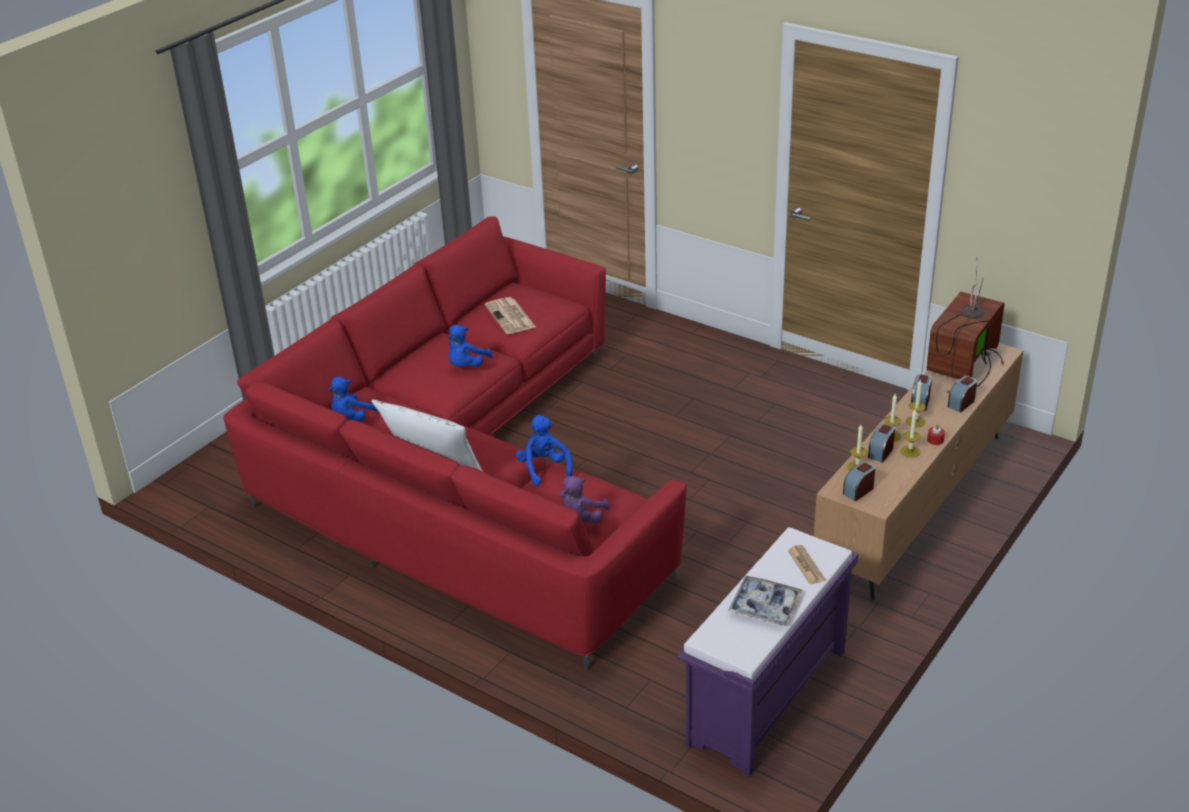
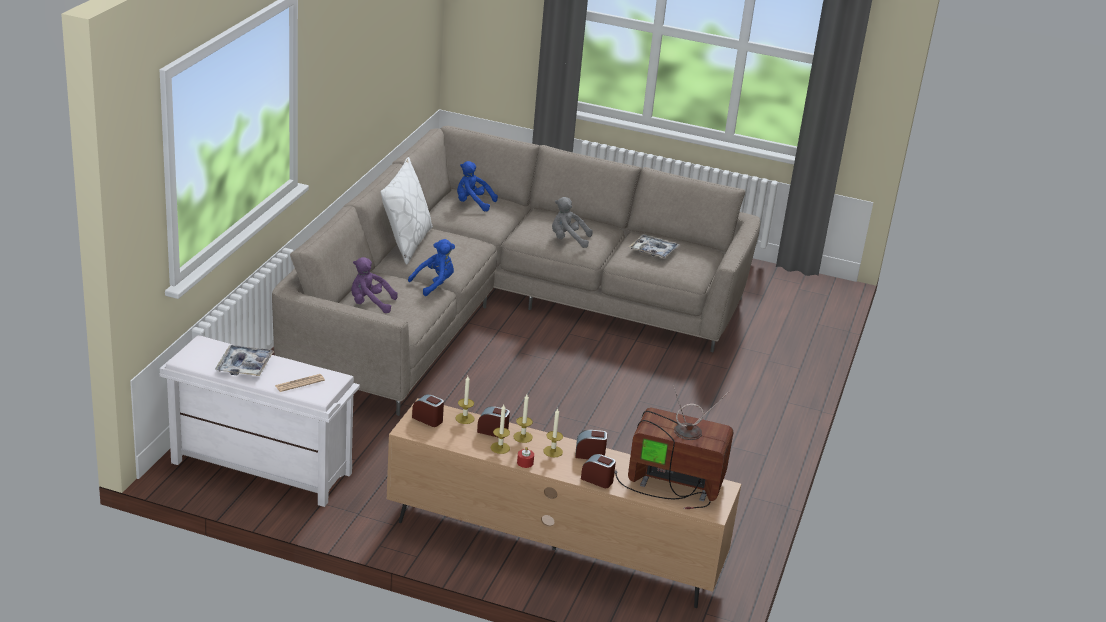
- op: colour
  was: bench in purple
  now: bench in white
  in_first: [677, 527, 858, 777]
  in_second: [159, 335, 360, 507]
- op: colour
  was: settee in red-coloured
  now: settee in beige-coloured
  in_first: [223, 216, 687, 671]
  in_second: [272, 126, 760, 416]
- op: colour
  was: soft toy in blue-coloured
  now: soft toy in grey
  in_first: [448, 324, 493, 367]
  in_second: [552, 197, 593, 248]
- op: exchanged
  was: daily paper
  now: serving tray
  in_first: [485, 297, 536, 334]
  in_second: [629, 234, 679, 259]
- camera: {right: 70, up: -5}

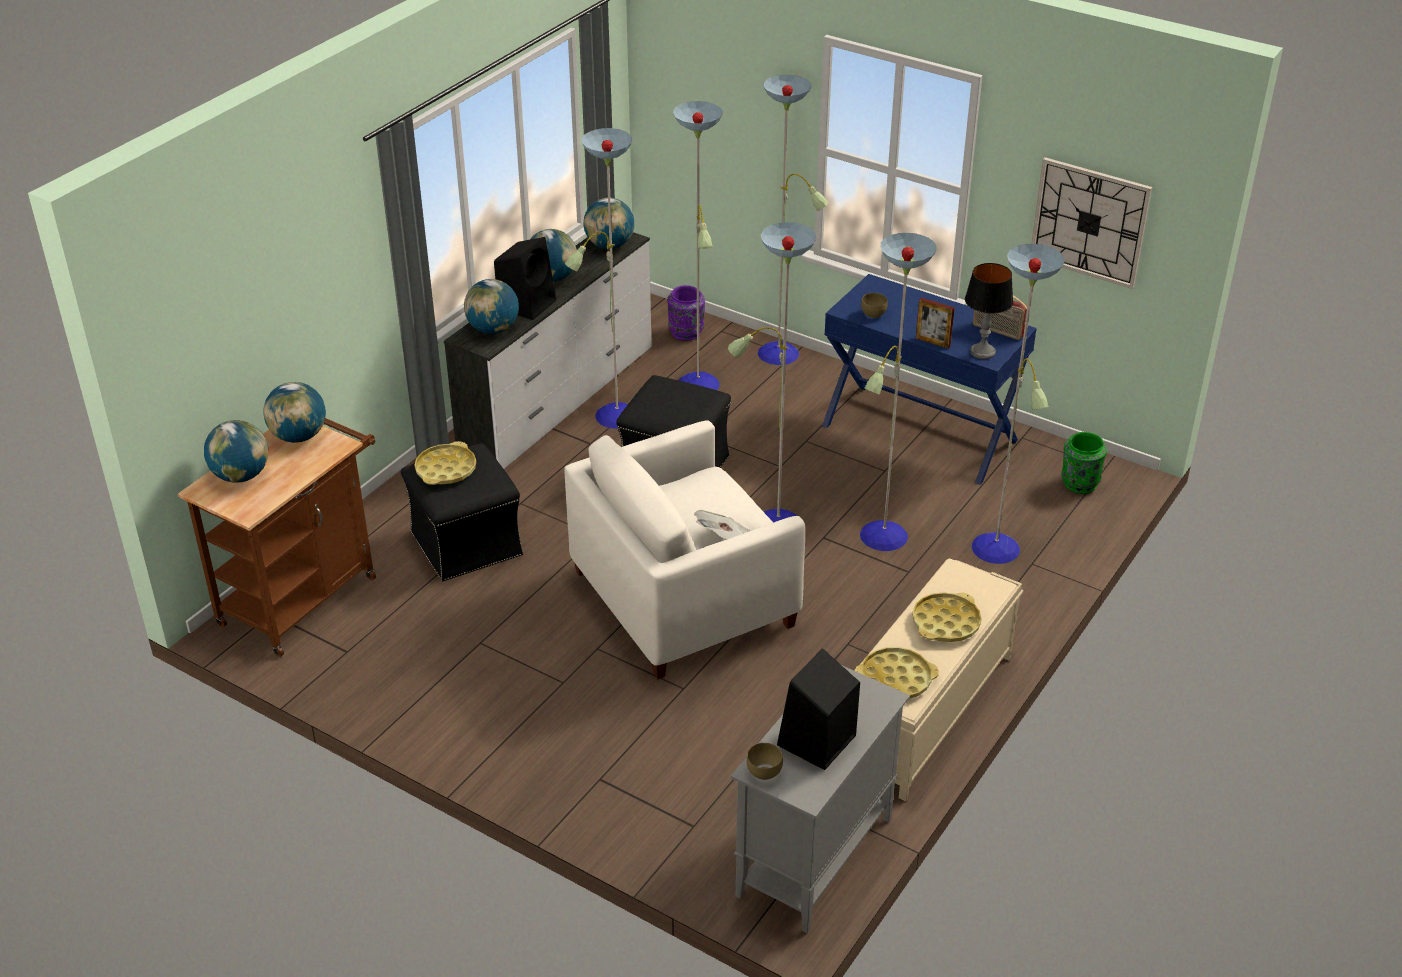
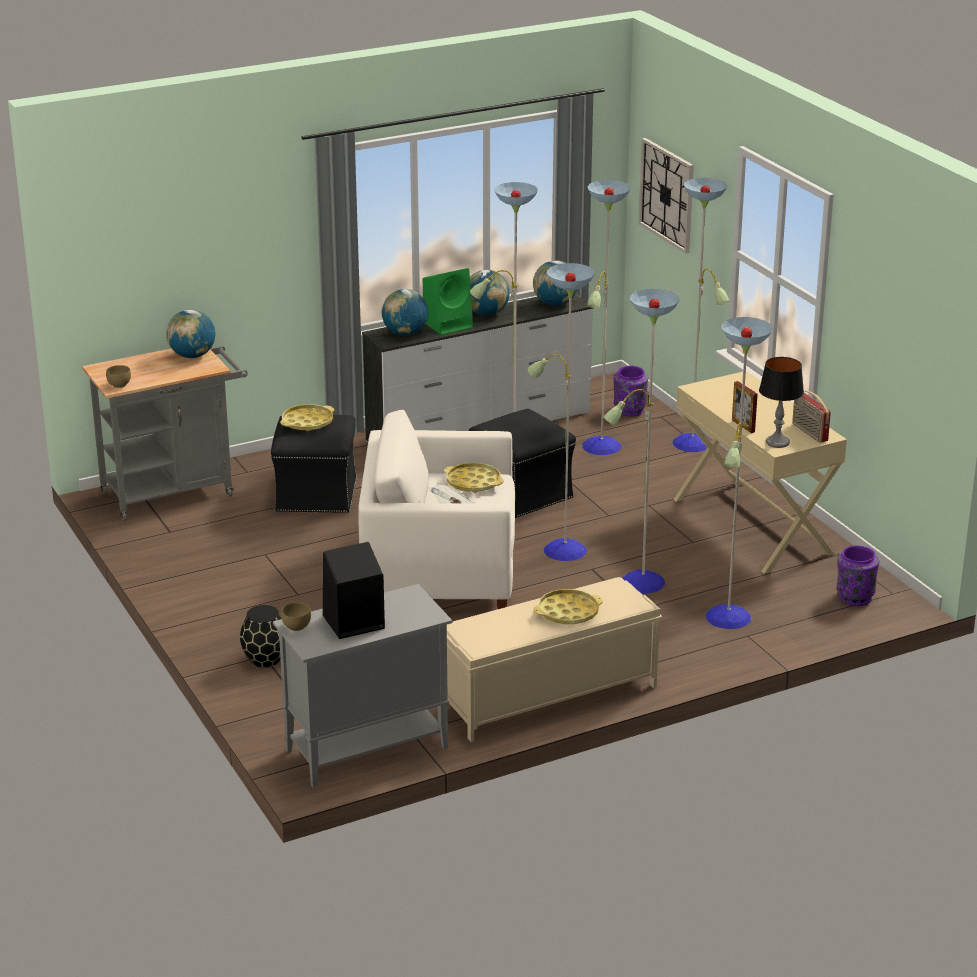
- op: colour
  was: cart in brown-coloured
  now: cart in grey
  in_first: [178, 418, 376, 657]
  in_second: [82, 346, 248, 521]
- op: relocated
  was: serving bowl in brown-coloured
  in_first: [861, 293, 888, 318]
  in_second: [106, 365, 131, 388]
- op: appeared
  now: flower vase in black
  in_second: [240, 605, 282, 668]
- op: colour
  was: audio speaker in black
  now: audio speaker in green-coloured
  in_first: [494, 237, 556, 320]
  in_second: [423, 268, 473, 335]
- op: relocated
  was: serving tray in yellow
  in_first: [855, 647, 939, 699]
  in_second: [444, 463, 504, 493]
- op: relocated
  was: clock on the wall
  in_first: [1031, 157, 1152, 289]
  in_second: [639, 138, 694, 253]
- op: colour
  was: desk table in blue-coloured
  now: desk table in beige-coloured
  in_first: [822, 274, 1037, 485]
  in_second: [673, 371, 847, 574]
- op: colour
  was: flower vase in green-coloured
  now: flower vase in purple
  in_first: [1061, 432, 1107, 494]
  in_second: [837, 545, 879, 606]
- op: missing
  was: desk globe
  in_first: [204, 420, 268, 483]
- camera: {right: 30, up: -10}

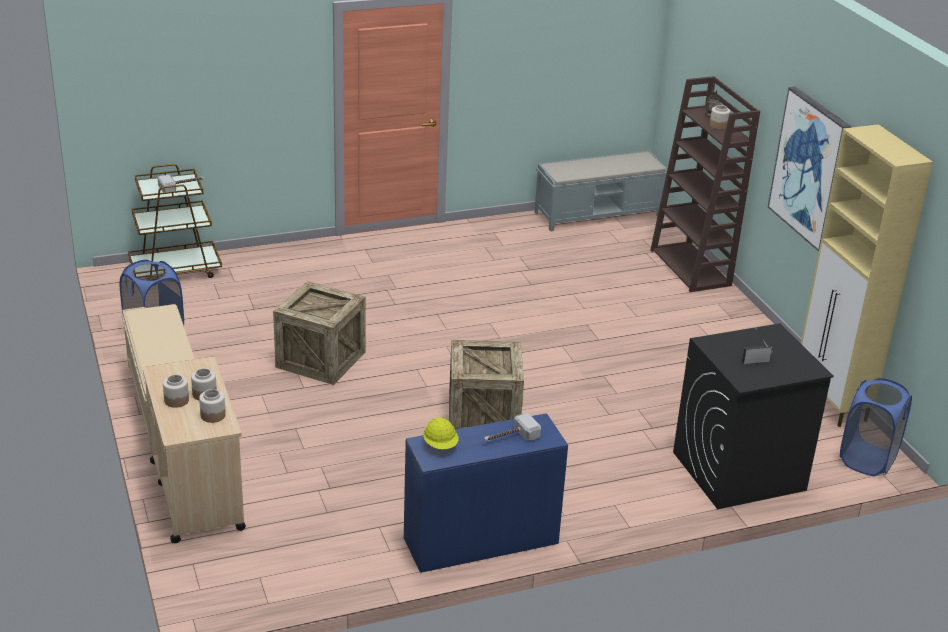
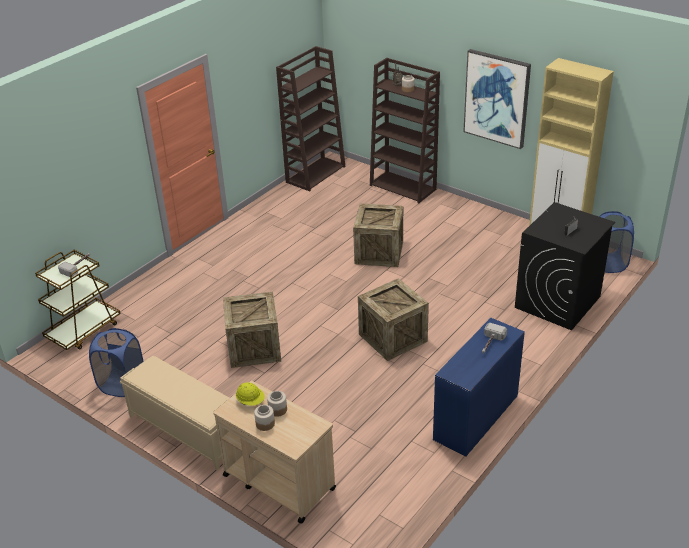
- op: relocated
  was: hard hat in yellow
  in_first: [423, 417, 458, 449]
  in_second: [236, 382, 265, 406]
- op: exchanged
  was: bench in grey
  now: bookcase in brown-coloured
  in_first: [535, 151, 667, 231]
  in_second: [276, 46, 346, 192]
- op: appeared
  now: crate
  in_second: [353, 203, 403, 267]
- op: missing
  was: storage jar
  in_first: [199, 389, 226, 423]
- camera: {right: -30, up: 5}

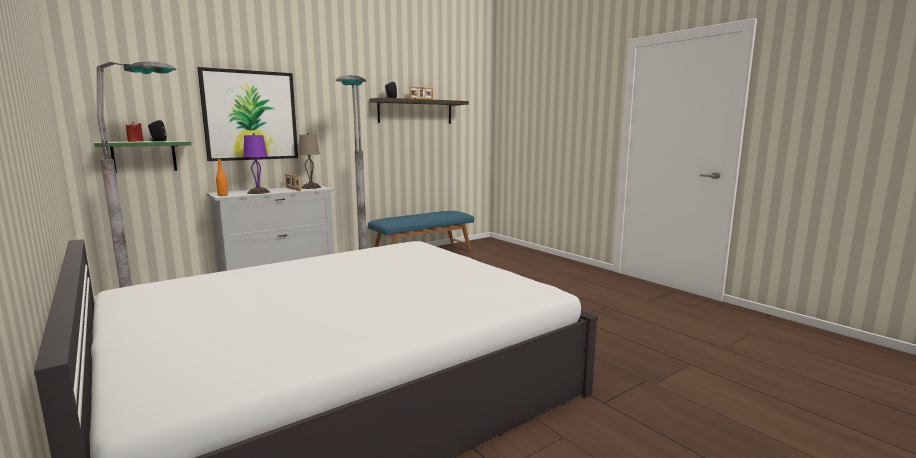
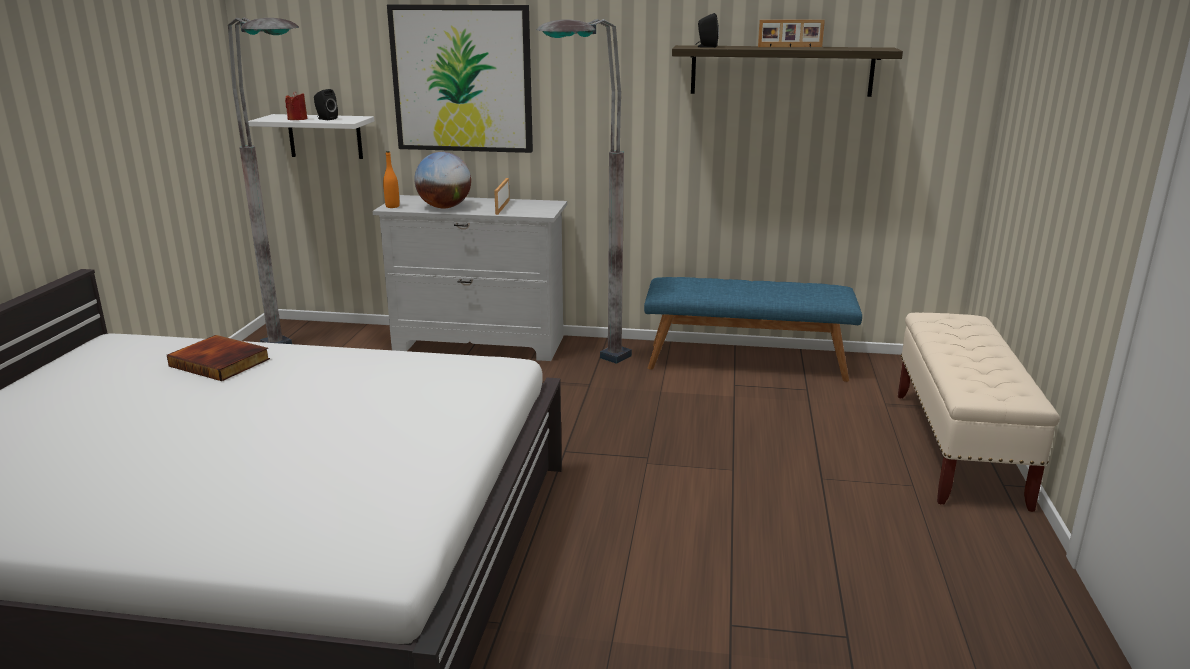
- op: appeared
  now: bound book
  in_second: [167, 335, 270, 381]
- op: colour
  was: shelf in green-coloured
  now: shelf in white
  in_first: [94, 141, 192, 173]
  in_second: [248, 114, 374, 159]
- op: exchanged
  was: table lamp in purple
  now: desk globe
  in_first: [243, 133, 270, 194]
  in_second: [414, 152, 471, 208]
- op: appeared
  now: bench in beige-coloured
  in_second: [898, 313, 1060, 512]
- op: missing
  was: table lamp in beige-coloured
  in_first: [298, 133, 321, 189]
- camera: {right: 45, up: 10}

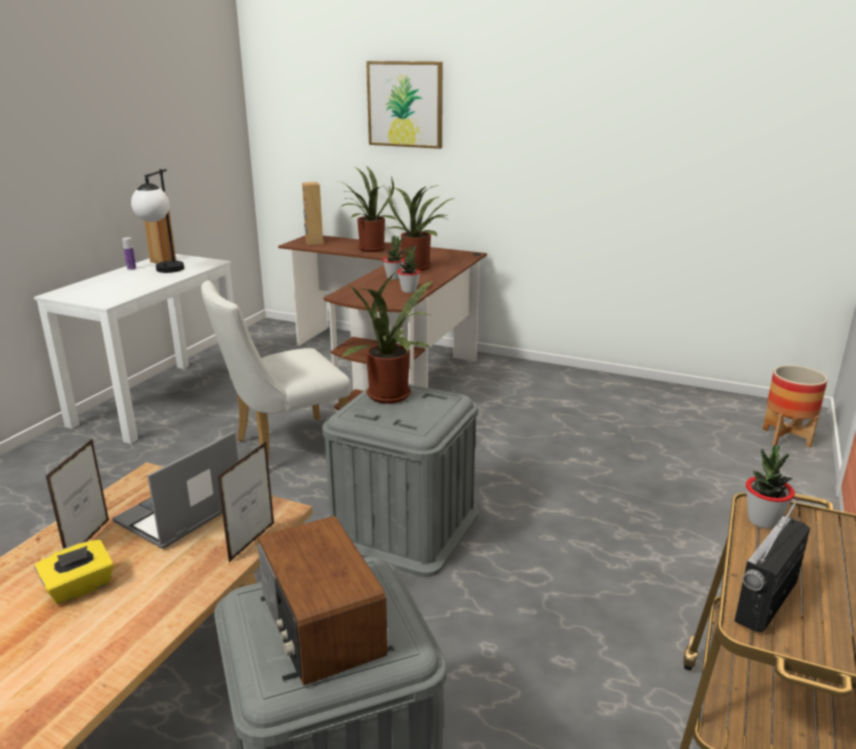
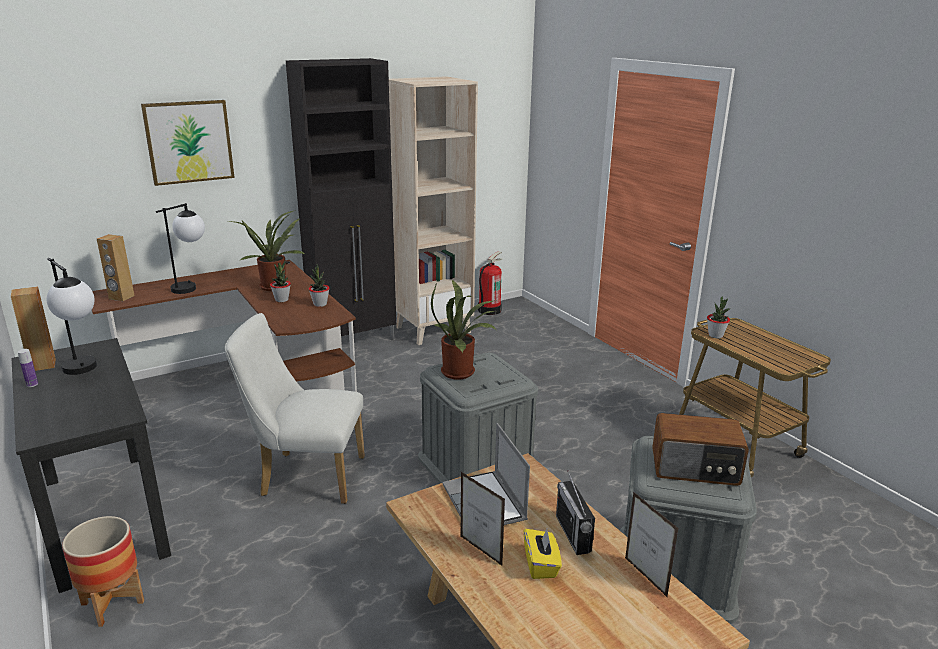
- op: colour
  was: desk table in white
  now: desk table in black
  in_first: [34, 254, 234, 444]
  in_second: [11, 338, 171, 593]
- op: relocated
  was: flower pot
  in_first: [763, 365, 828, 448]
  in_second: [62, 516, 144, 627]
- op: exchanged
  was: potted plant
  now: table lamp
  in_first: [338, 167, 396, 252]
  in_second: [156, 203, 205, 294]
- op: spun
  was: plain chair in white
  in_first: [201, 280, 351, 465]
  in_second: [225, 313, 365, 504]
  clockwise: 90
- op: appeared
  now: storage cabinet in black
  in_second: [286, 58, 396, 341]
- op: appeared
  now: bookcase in beige-coloured
  in_second: [389, 76, 478, 345]
- op: appeared
  now: fire-fighting cylinder
  in_second: [478, 251, 502, 315]
- op: relocated
  was: radio set
  in_first: [735, 498, 810, 632]
  in_second: [556, 470, 595, 555]
- op: relocated
  was: standing frame
  in_first: [218, 442, 274, 562]
  in_second: [625, 492, 678, 597]
- camera: {right: -55, up: 0}

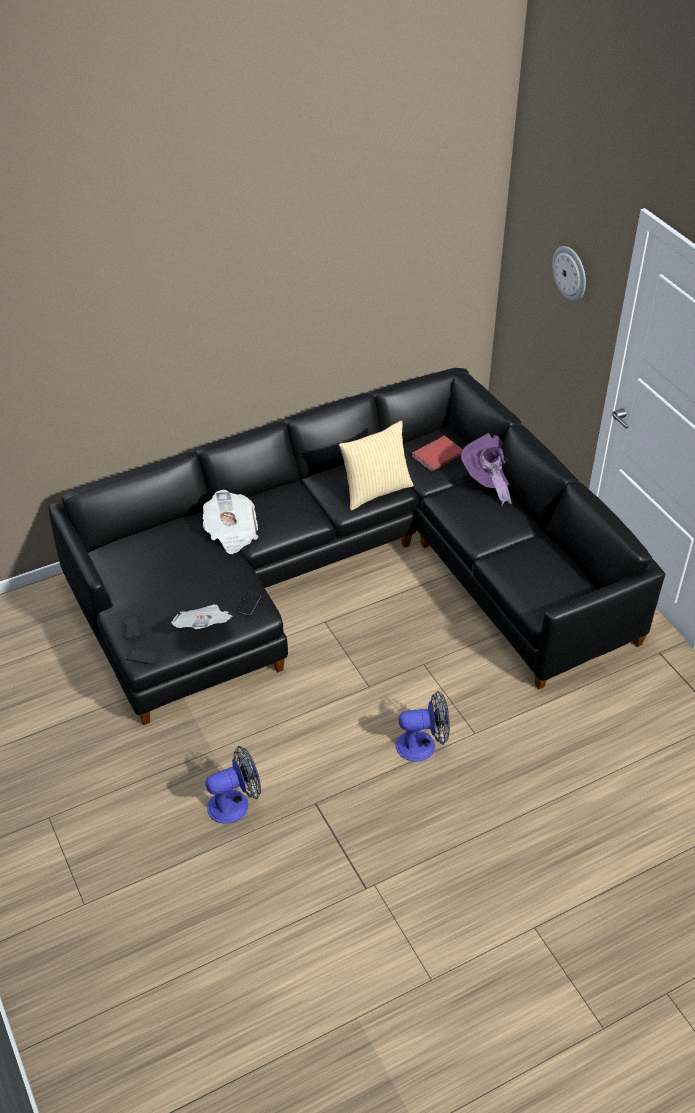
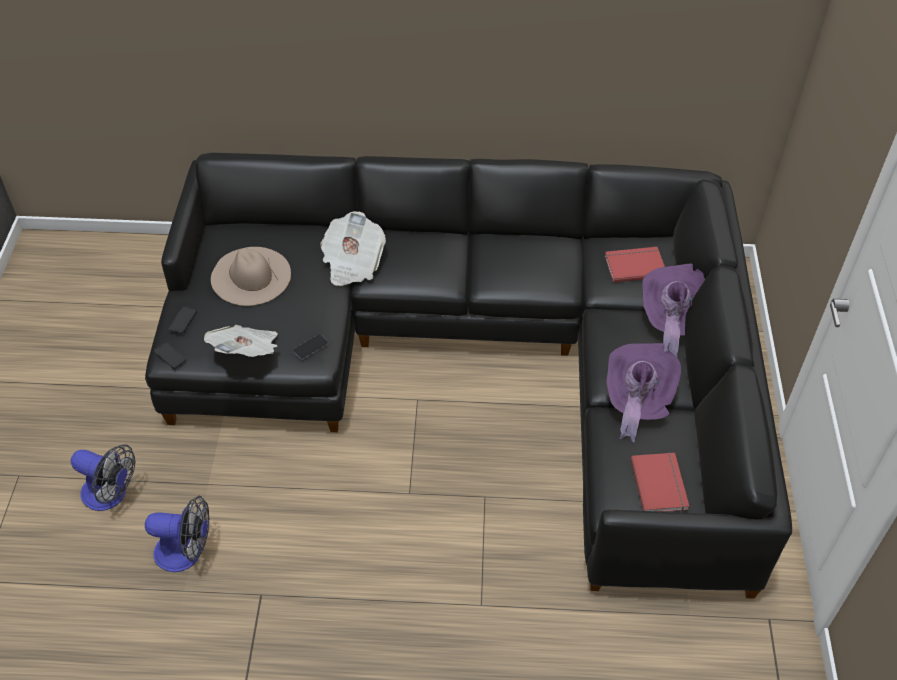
- op: relocated
  was: fan
  in_first: [396, 691, 450, 761]
  in_second: [71, 444, 135, 511]
- op: appeared
  now: clothing hat in beige-coloured
  in_second: [211, 247, 291, 306]
- op: appeared
  now: clothing hat in purple
  in_second: [606, 343, 681, 443]
- op: appeared
  now: bound book in red-coloured
  in_second: [631, 453, 690, 512]
- op: missing
  was: cushion
  in_first: [339, 420, 414, 511]
- op: missing
  was: clock on the wall
  in_first: [552, 246, 586, 301]
- camera: {right: 30, up: 5}

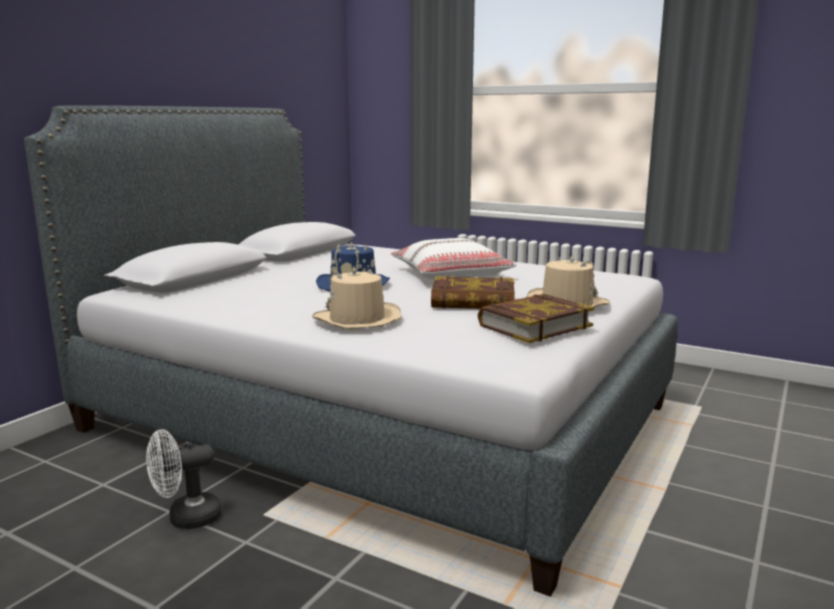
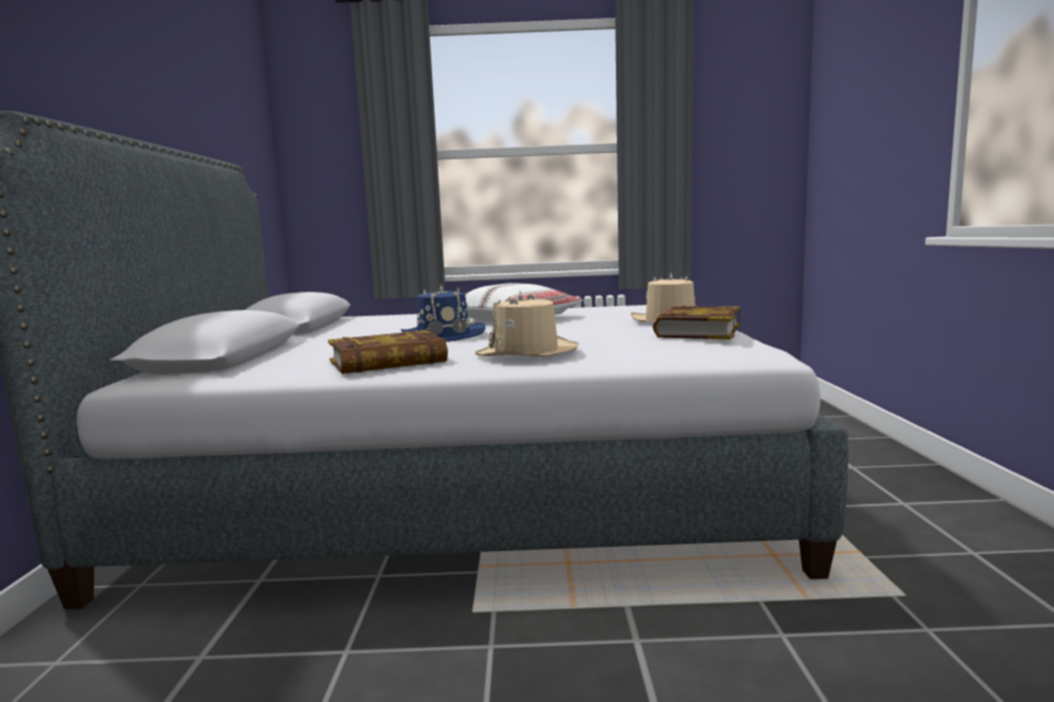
- op: relocated
  was: bound book
  in_first: [431, 276, 515, 309]
  in_second: [328, 330, 448, 374]
- op: missing
  was: fan in white
  in_first: [146, 429, 222, 529]
- camera: {right: -30, up: -5}

